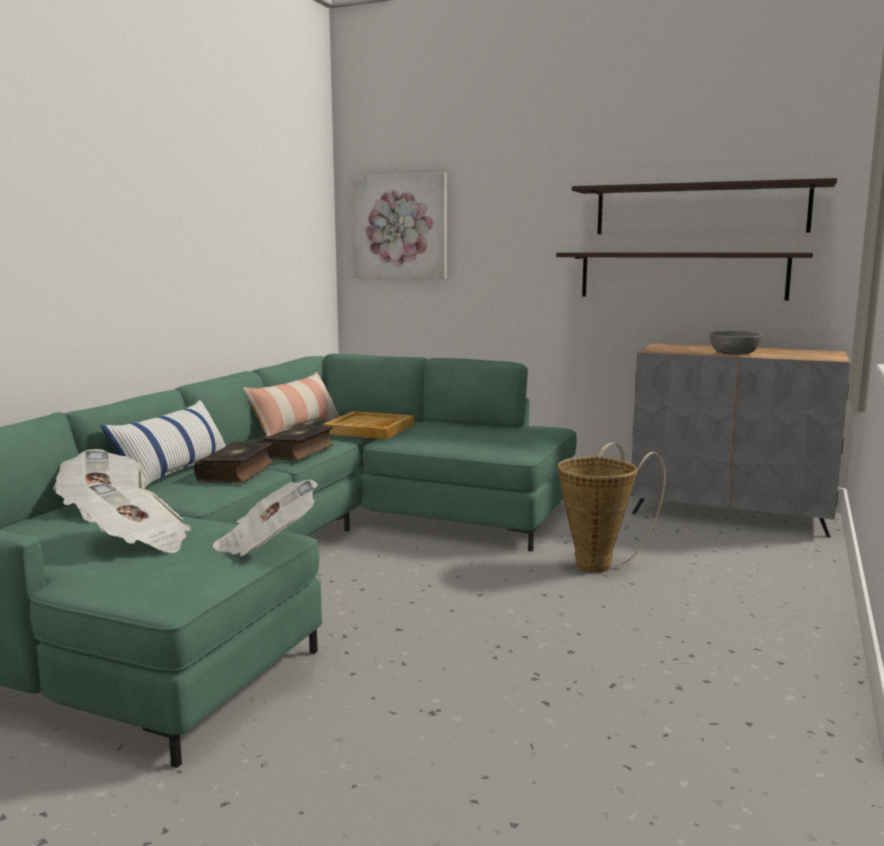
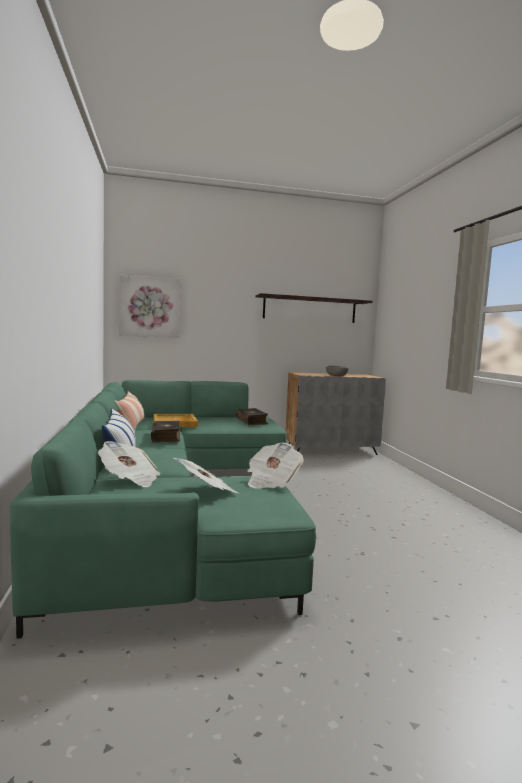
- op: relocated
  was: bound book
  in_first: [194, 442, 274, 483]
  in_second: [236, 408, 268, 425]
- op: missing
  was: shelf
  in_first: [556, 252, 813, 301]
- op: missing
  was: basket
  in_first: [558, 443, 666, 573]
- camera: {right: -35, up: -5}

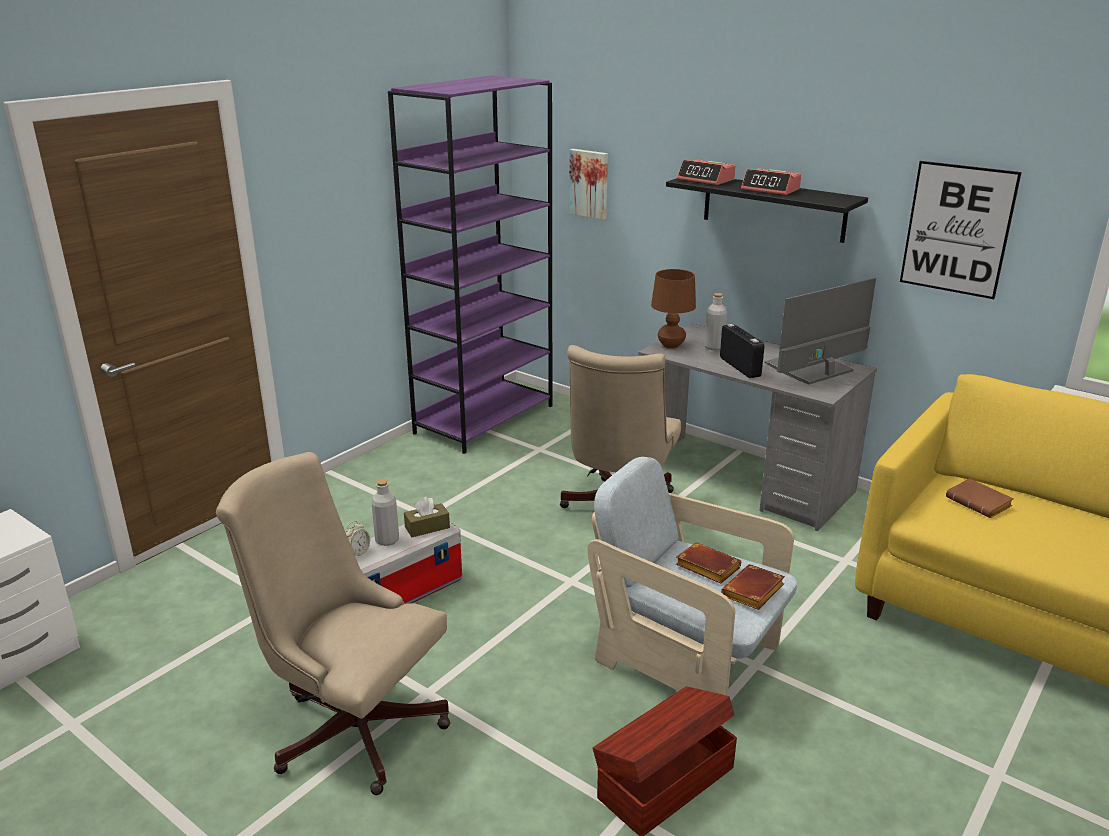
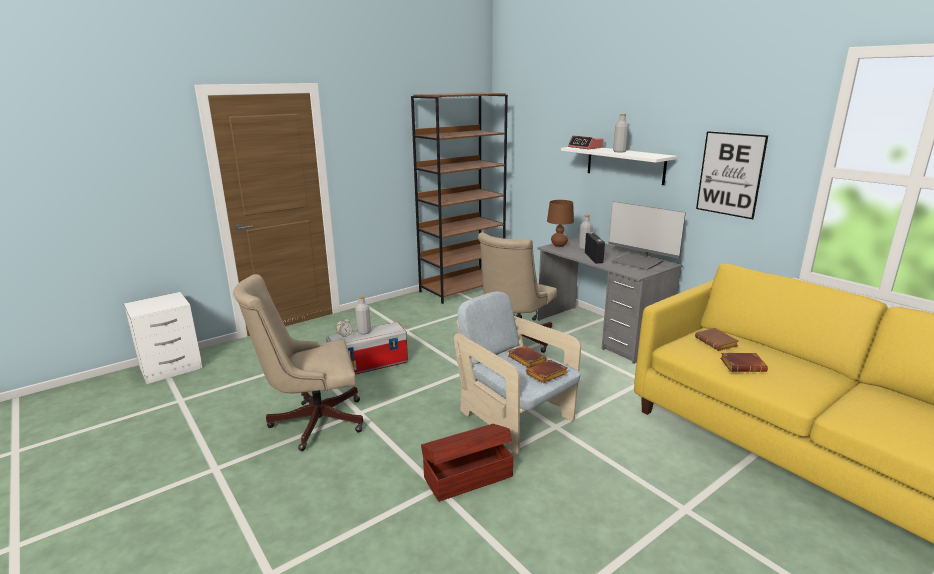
- op: spun
  was: office chair in beige-coloured
  in_first: [216, 452, 450, 795]
  in_second: [233, 274, 363, 451]
  clockwise: -60
- op: colour
  was: bookcase in purple
  now: bookcase in brown-coloured
  in_first: [388, 76, 552, 454]
  in_second: [411, 93, 508, 304]
- op: colour
  was: shelf in black
  now: shelf in white
  in_first: [666, 178, 868, 243]
  in_second: [561, 147, 678, 185]
- op: spun
  was: computer screen
  in_first: [764, 278, 876, 384]
  in_second: [609, 201, 686, 270]
  clockwise: -120
- op: exchanged
  was: alarm clock
  now: beverage bottle in grey
  in_first: [741, 168, 801, 195]
  in_second: [613, 114, 629, 152]
- op: appeared
  now: bound book in brown-coloured
  in_second: [721, 353, 768, 372]
- op: missing
  was: box of tissues in brown-coloured
  in_first: [404, 497, 450, 537]
- op: missing
  was: wall picture
  in_first: [569, 149, 608, 220]
- camera: {right: 15, up: -5}

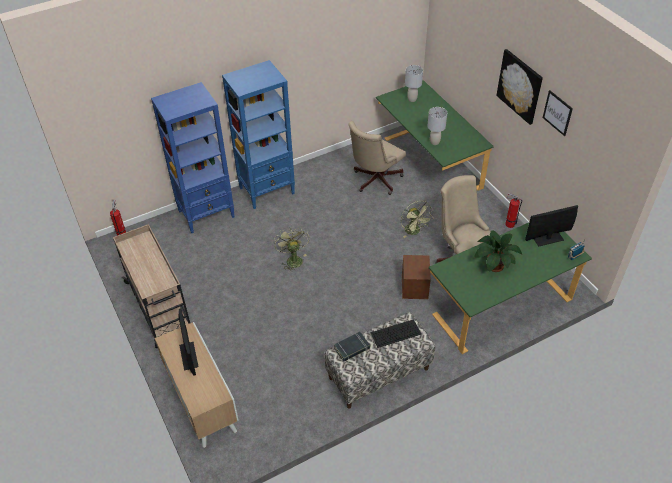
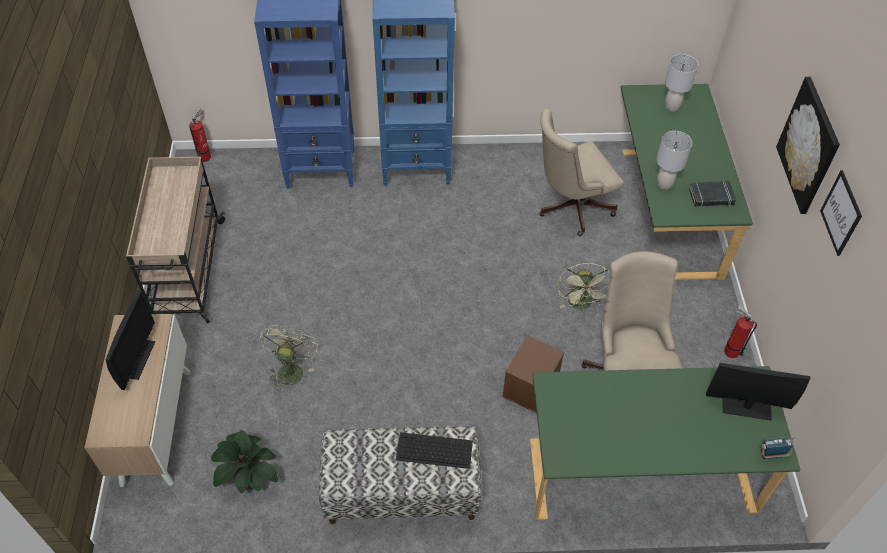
- op: relocated
  was: potted plant
  in_first: [475, 230, 522, 272]
  in_second: [211, 430, 278, 493]
- op: relocated
  was: fan in green-coloured
  in_first: [274, 227, 310, 272]
  in_second: [259, 325, 318, 391]
- op: relocated
  was: bound book in black
  in_first: [334, 332, 370, 361]
  in_second: [689, 181, 736, 207]
- camera: {right: 25, up: 5}

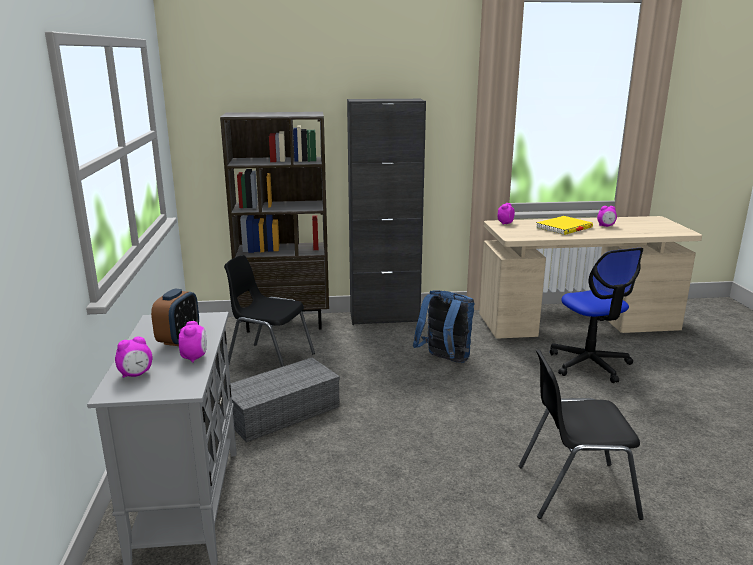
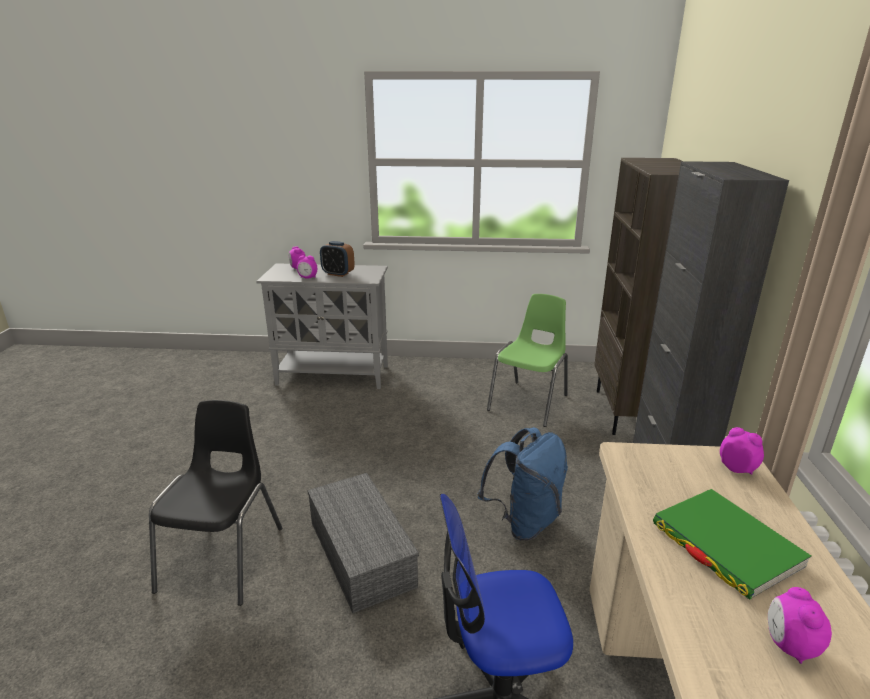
- op: relocated
  was: storage box in grey
  in_first: [231, 357, 340, 443]
  in_second: [307, 473, 419, 613]
- op: colour
  was: plain chair in black
  now: plain chair in green-coloured
  in_first: [224, 255, 315, 367]
  in_second: [487, 294, 568, 427]
- op: colour
  was: bound book in yellow
  now: bound book in green-coloured
  in_first: [536, 216, 593, 235]
  in_second: [653, 489, 812, 599]
- camera: {right: 100, up: 5}

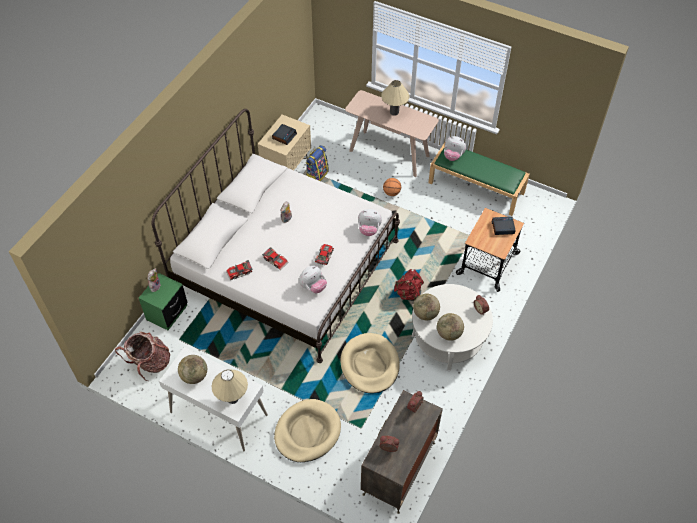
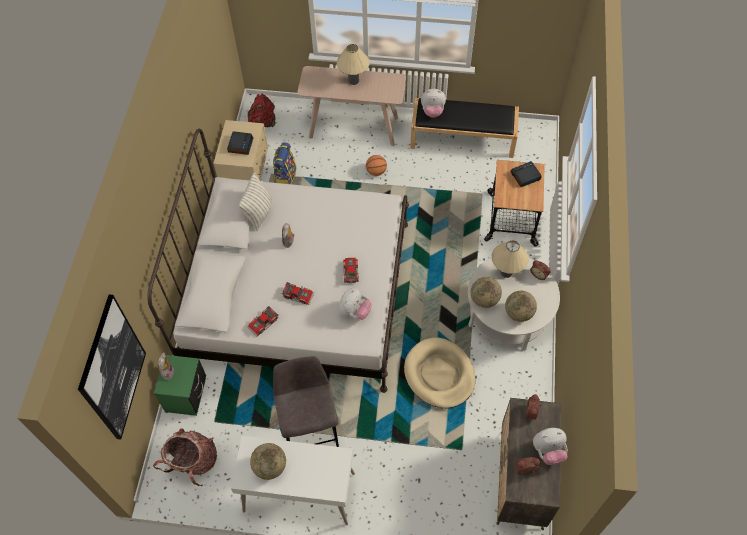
- op: appeared
  now: wall picture
  in_second: [78, 295, 146, 440]
- op: appeared
  now: cushion
  in_second: [239, 172, 272, 231]
- op: relocated
  was: knapsack in red-coloured
  in_first: [394, 269, 424, 301]
  in_second: [247, 94, 276, 128]
- op: appeared
  now: stool in grey
  in_second: [273, 356, 339, 447]
- op: colour
  was: bench in green-coloured
  now: bench in black
  in_first: [428, 142, 530, 216]
  in_second: [410, 98, 519, 158]
- op: relocated
  was: table lamp in beige-coloured
  in_first: [211, 369, 248, 404]
  in_second: [492, 241, 529, 278]
- op: relocated
  was: soft toy
  in_first: [358, 209, 382, 236]
  in_second: [533, 428, 568, 465]
- op: missing
  was: dog cushion in beige-coloured
  in_first: [274, 399, 341, 462]
- camera: {right: -20, up: 5}

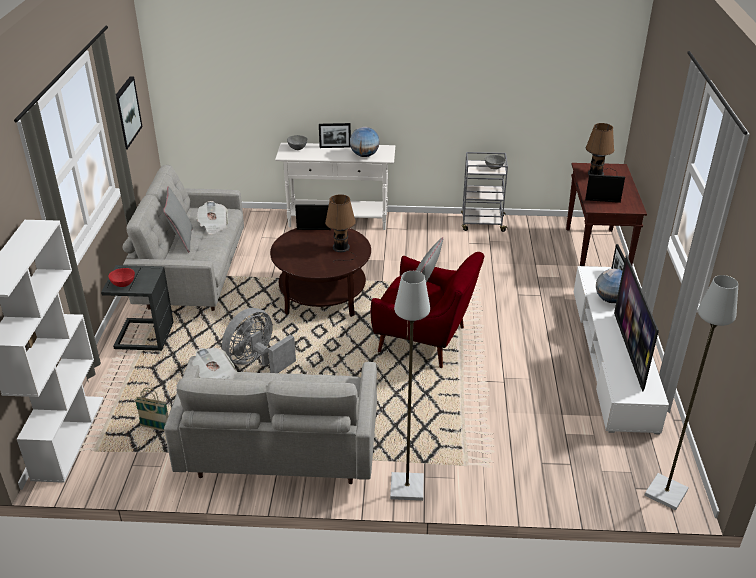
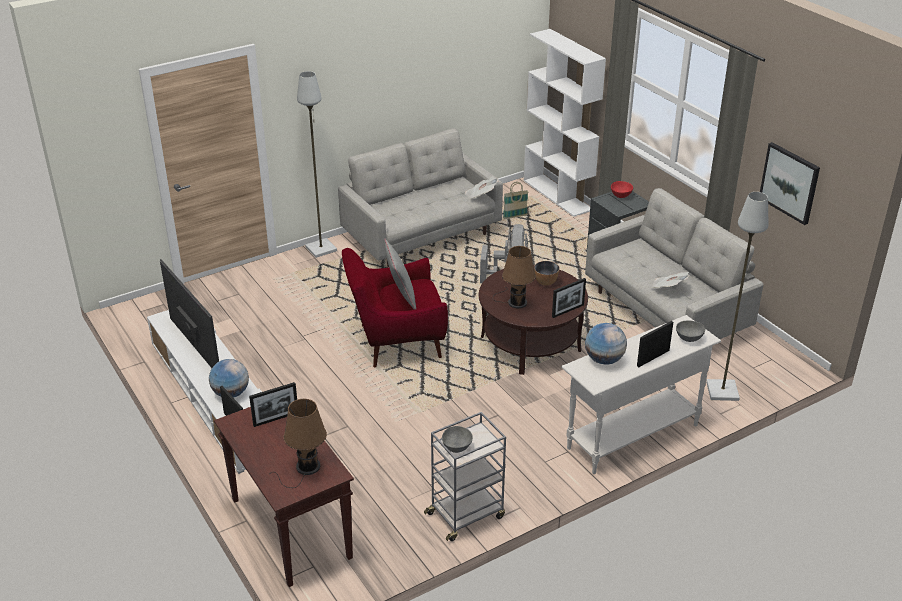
- op: appeared
  now: serving bowl
  in_second: [534, 261, 560, 286]
- op: relocated
  was: standing lamp in grey
  in_first: [645, 275, 738, 510]
  in_second: [706, 192, 769, 401]
- op: missing
  was: cushion in grey
  in_first: [163, 186, 193, 253]
- camera: {right: 145, up: 0}

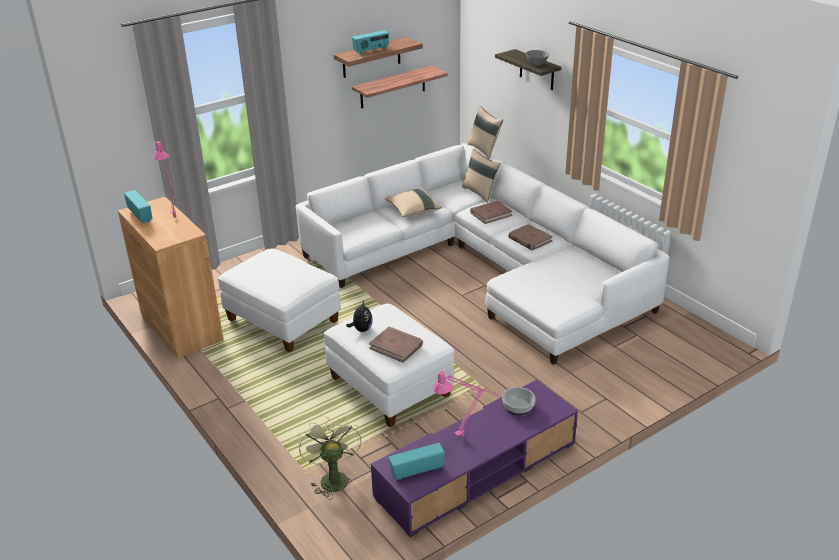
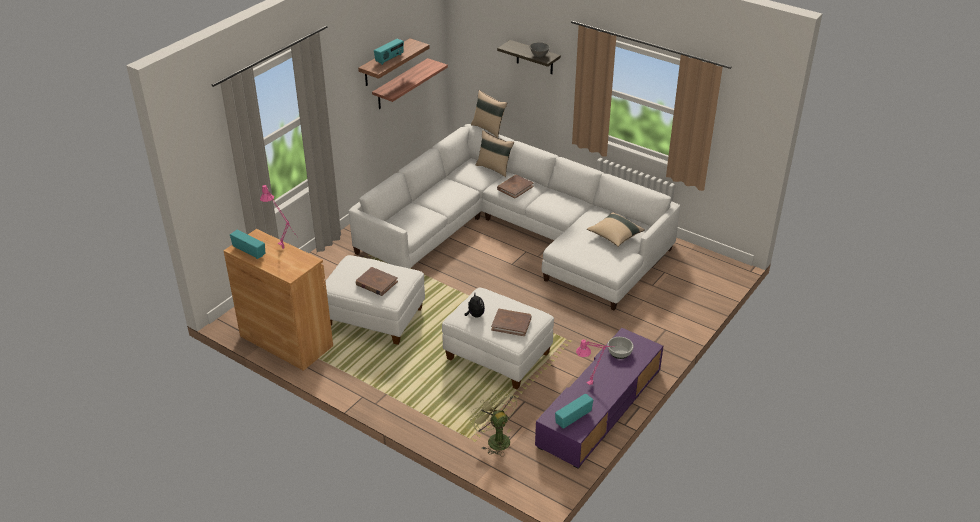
- op: relocated
  was: bound book in brown-coloured
  in_first: [508, 224, 553, 251]
  in_second: [356, 267, 398, 296]
- op: relocated
  was: cushion in beige-coloured
  in_first: [385, 188, 442, 217]
  in_second: [587, 212, 645, 247]
- camera: {right: -20, up: 5}

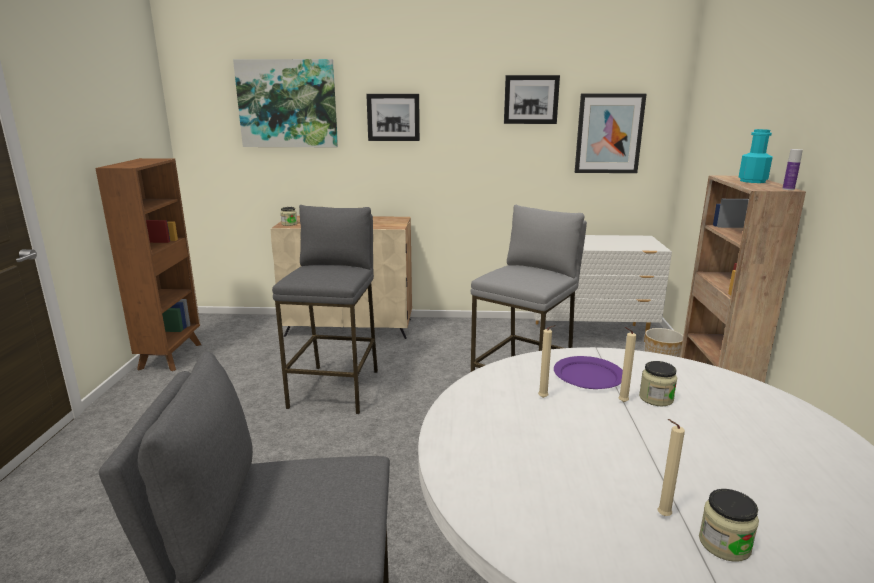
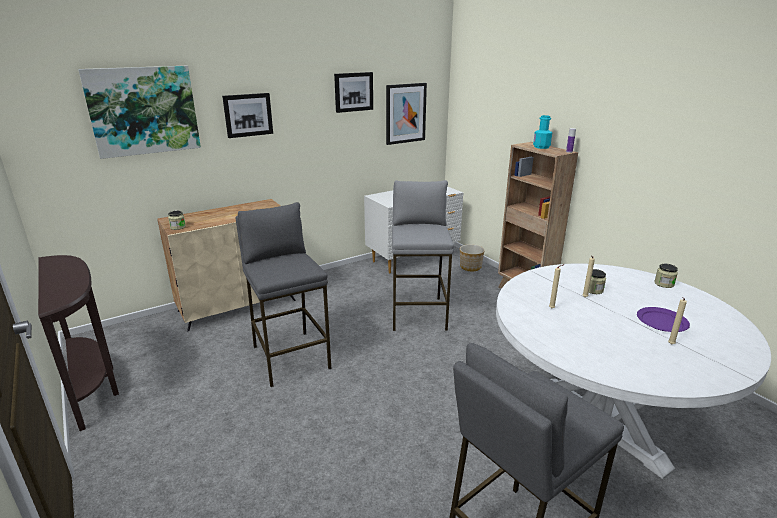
- op: exchanged
  was: bookcase in brown-coloured
  now: hall table in brown-coloured
  in_first: [95, 158, 201, 371]
  in_second: [38, 255, 119, 431]
- op: relocated
  was: flat dish in purple
  in_first: [554, 356, 623, 389]
  in_second: [637, 307, 690, 332]
- op: relocated
  was: storage jar
  in_first: [699, 489, 759, 562]
  in_second: [654, 264, 678, 288]
- camera: {right: -35, up: 5}

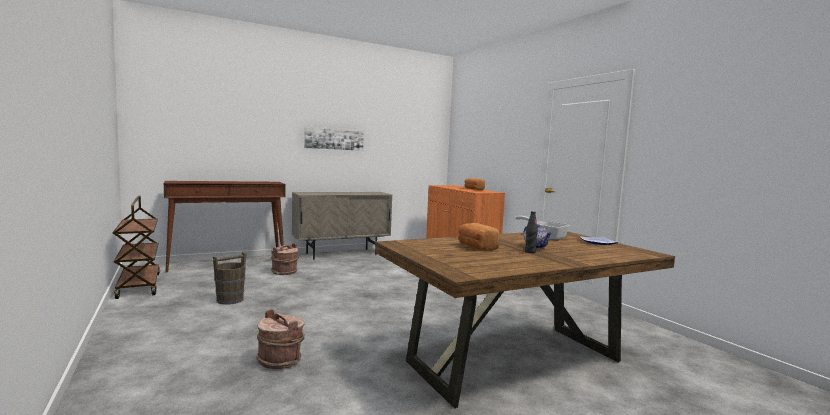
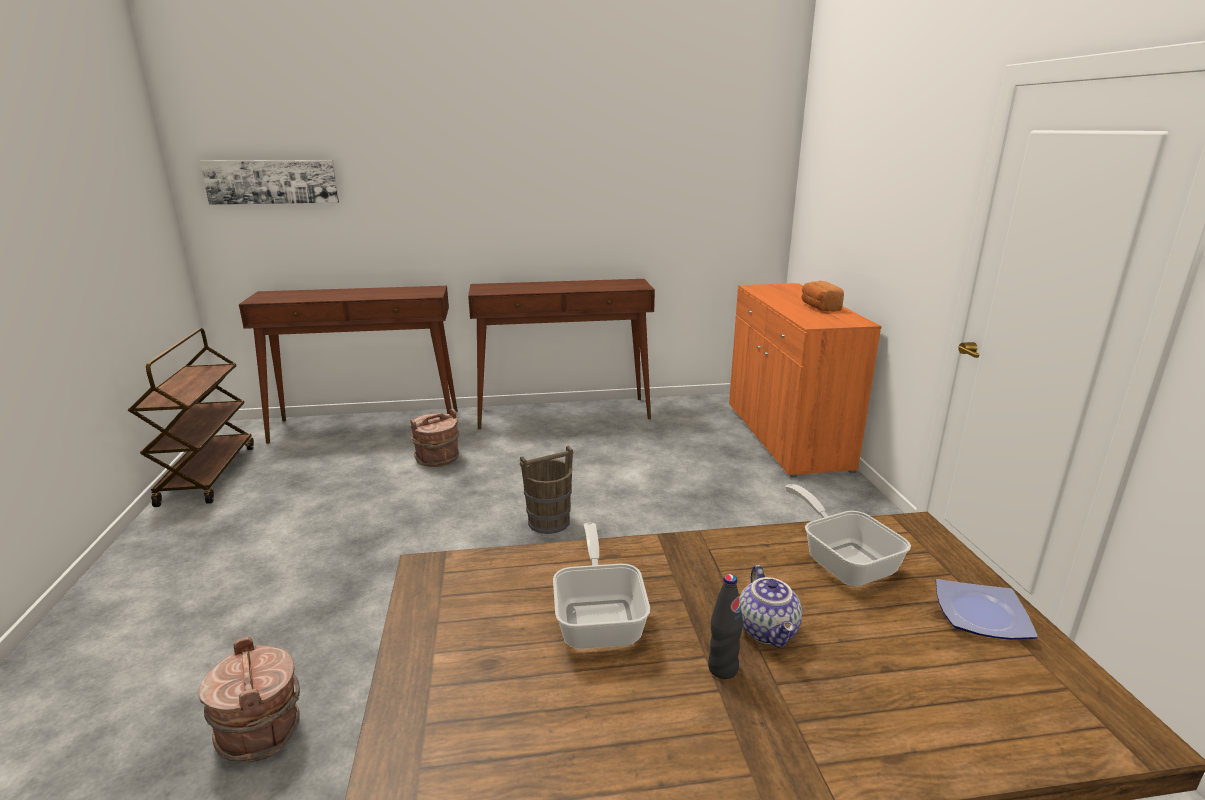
- op: relocated
  was: wall picture
  in_first: [304, 127, 364, 151]
  in_second: [200, 160, 339, 205]
- op: exchanged
  was: storage cabinet in beige-coloured
  now: hall table in brown-coloured
  in_first: [292, 192, 392, 260]
  in_second: [468, 279, 655, 429]
- op: relocated
  was: water bucket in brown-coloured
  in_first: [213, 252, 246, 305]
  in_second: [520, 446, 573, 534]
- op: exchanged
  was: bread
  now: frying pan
  in_first: [458, 223, 500, 251]
  in_second: [553, 523, 650, 649]
- camera: {right: 20, up: 15}

